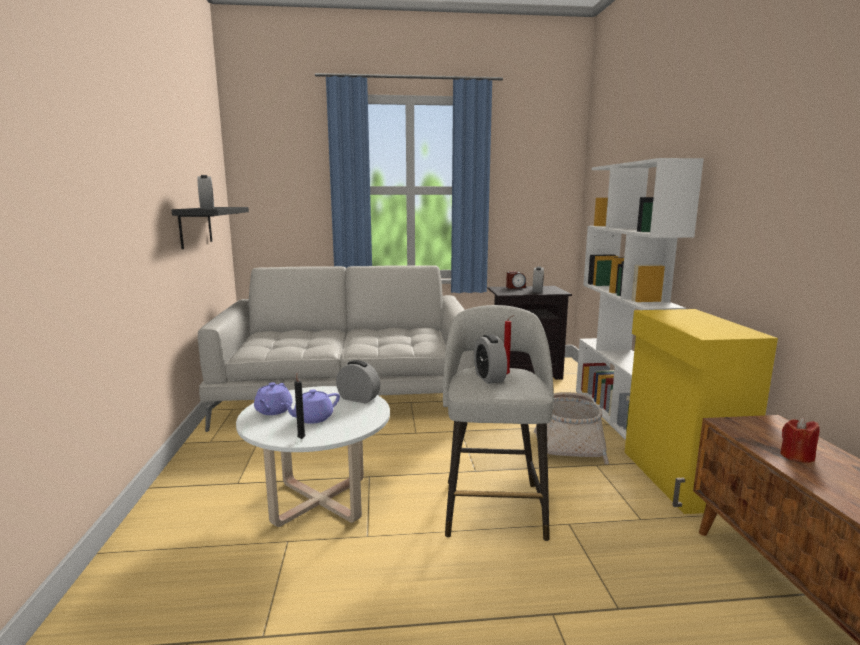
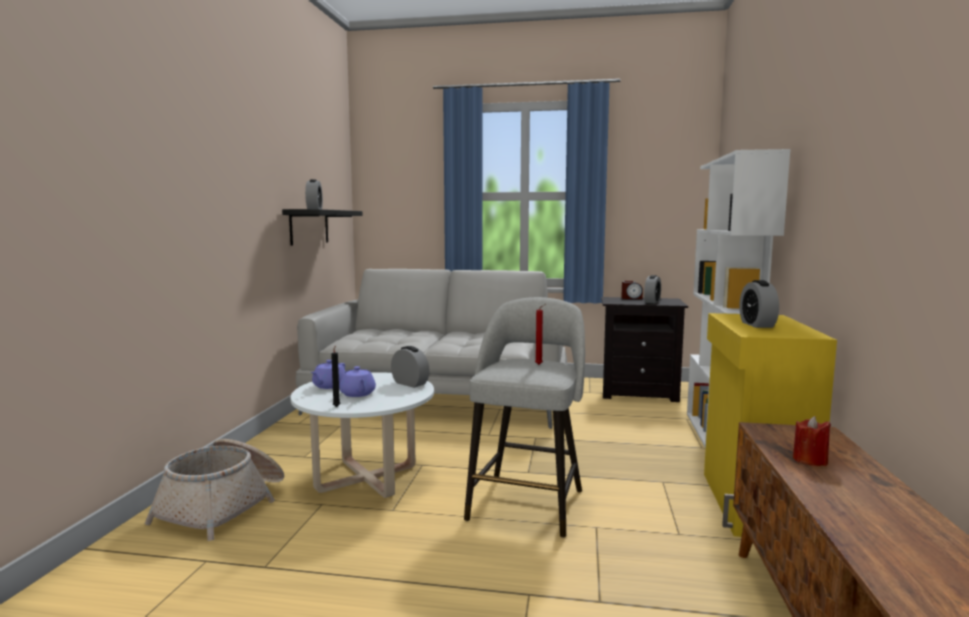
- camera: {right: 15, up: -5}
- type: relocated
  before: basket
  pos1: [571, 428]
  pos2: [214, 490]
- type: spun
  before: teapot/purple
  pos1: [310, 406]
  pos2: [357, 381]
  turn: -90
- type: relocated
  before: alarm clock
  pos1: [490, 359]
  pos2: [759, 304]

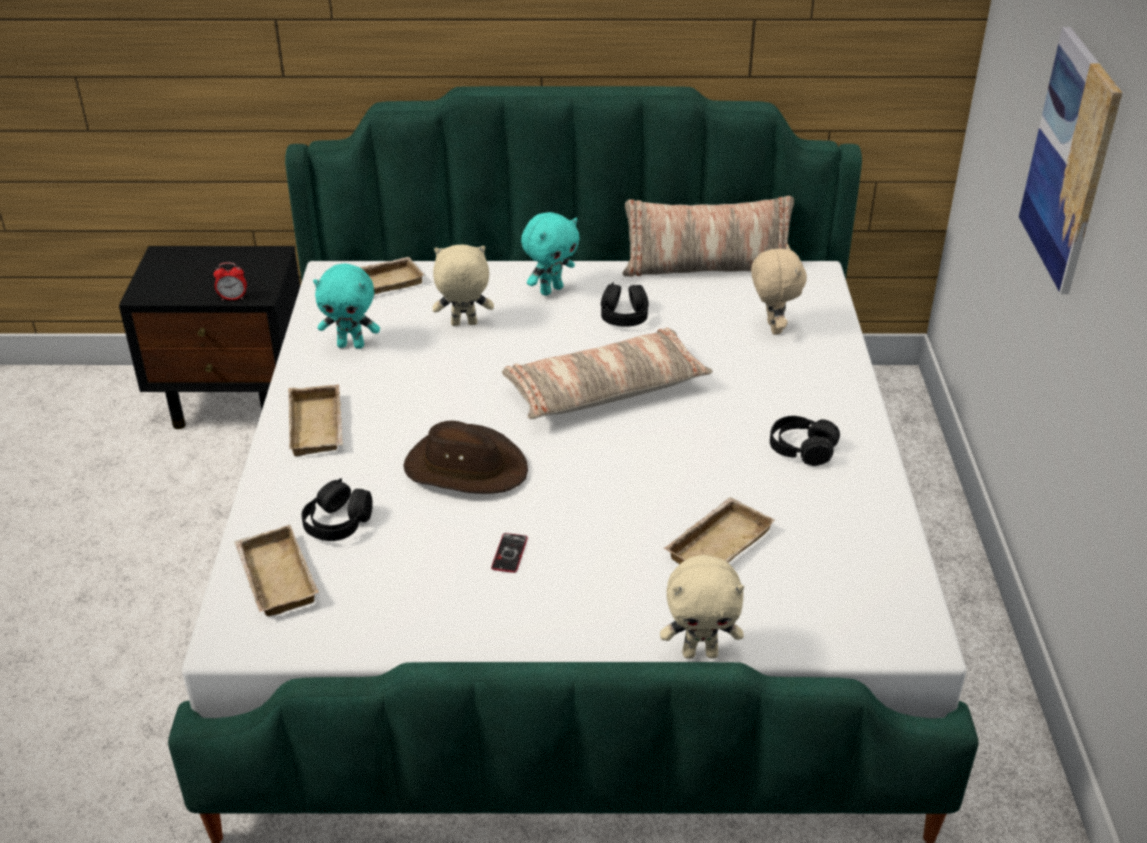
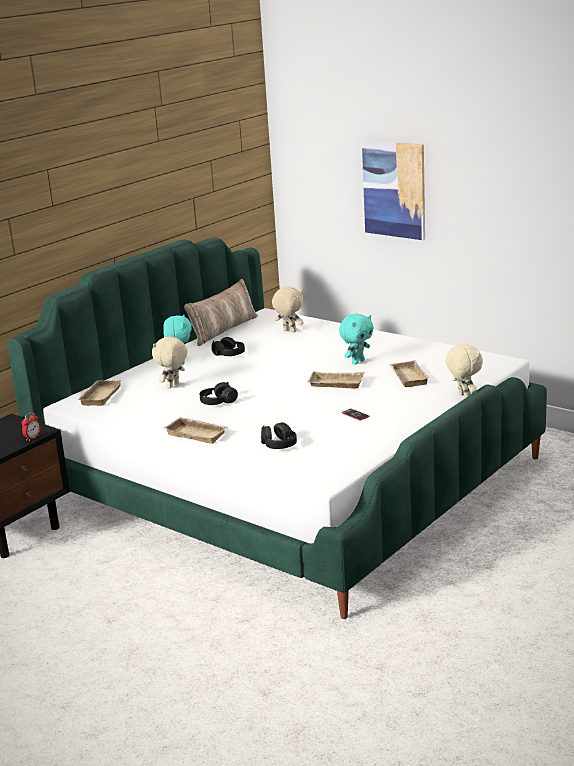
- camera: {right: -50, up: -15}
- type: relocated
  before: headphones/black
  pos1: [805, 441]
  pos2: [218, 393]
- type: relocated
  before: tray/beige
  pos1: [276, 570]
  pos2: [335, 379]
- type: relocated
  before: plush toy/turquoise
  pos1: [346, 306]
  pos2: [356, 339]
- type: spun
  before: plush toy/beige
  pos1: [702, 607]
  pos2: [464, 370]
  turn: -60
- type: missing
  before: hat/brown
  pos1: [466, 457]
- type: missing
  before: pillow
  pos1: [607, 373]

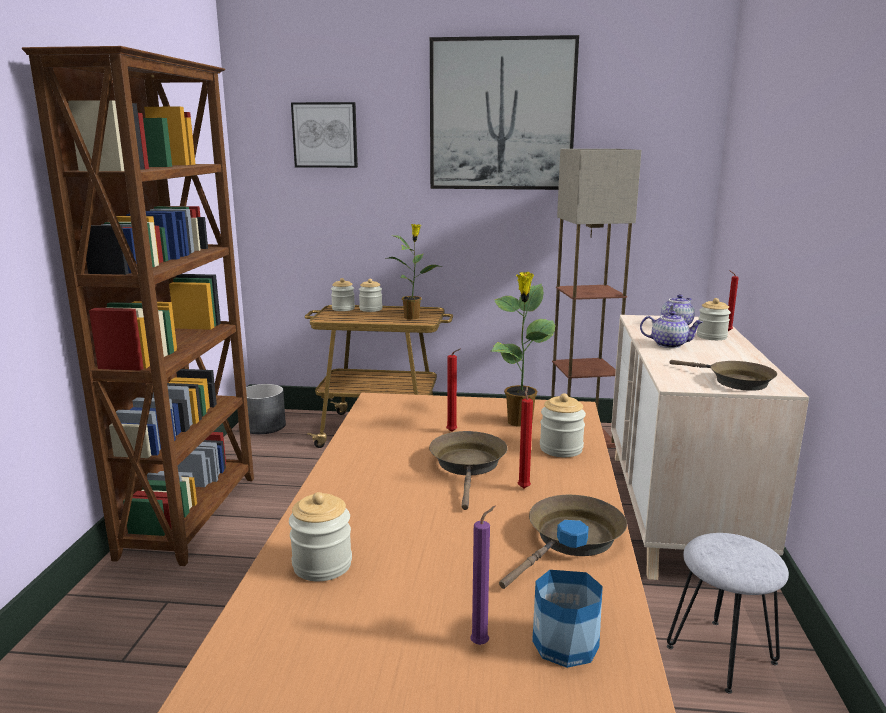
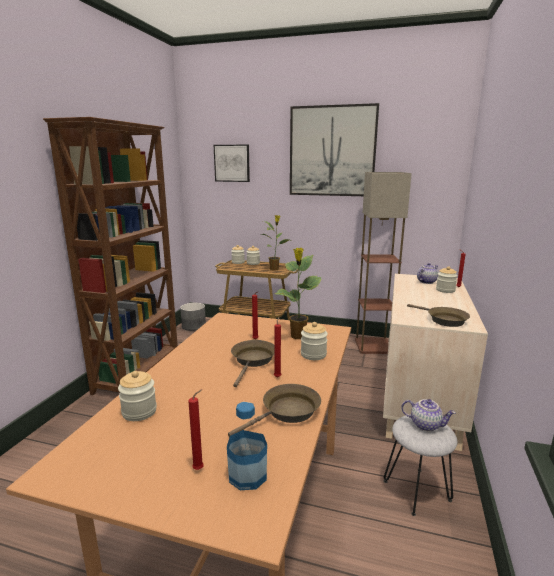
- camera: {right: 10, up: 0}
- type: colour
  before: candle/purple
  after: candle/red
  pos1: [483, 575]
  pos2: [196, 429]
- type: relocated
  before: teapot
  pos1: [671, 329]
  pos2: [428, 415]

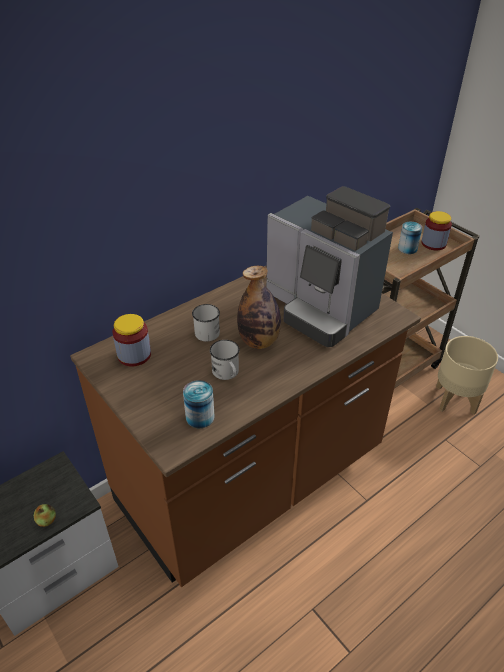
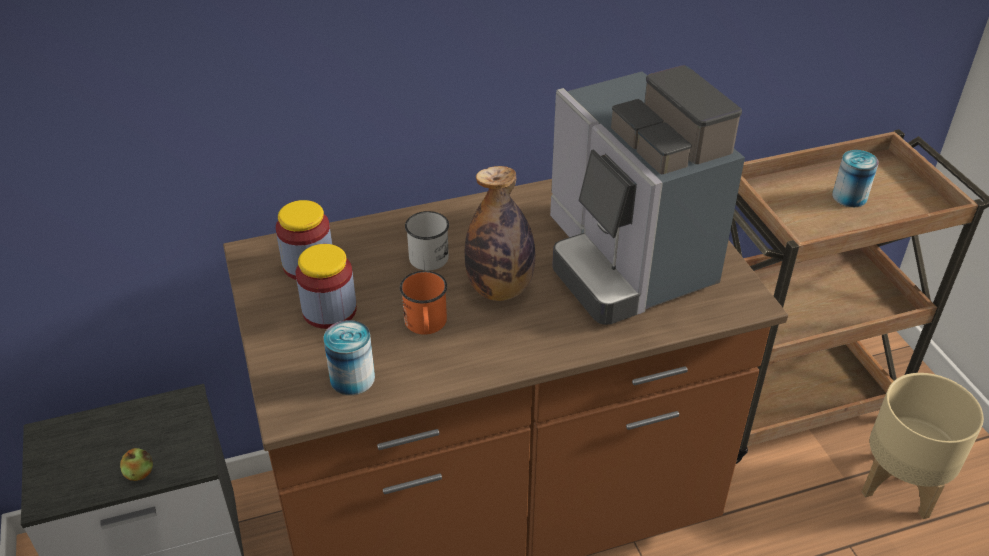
- camera: {right: 20, up: 0}
- type: relocated
  before: jar
  pos1: [436, 230]
  pos2: [326, 286]
- type: colour
  before: mug/white
  after: mug/orange
  pos1: [225, 360]
  pos2: [423, 303]

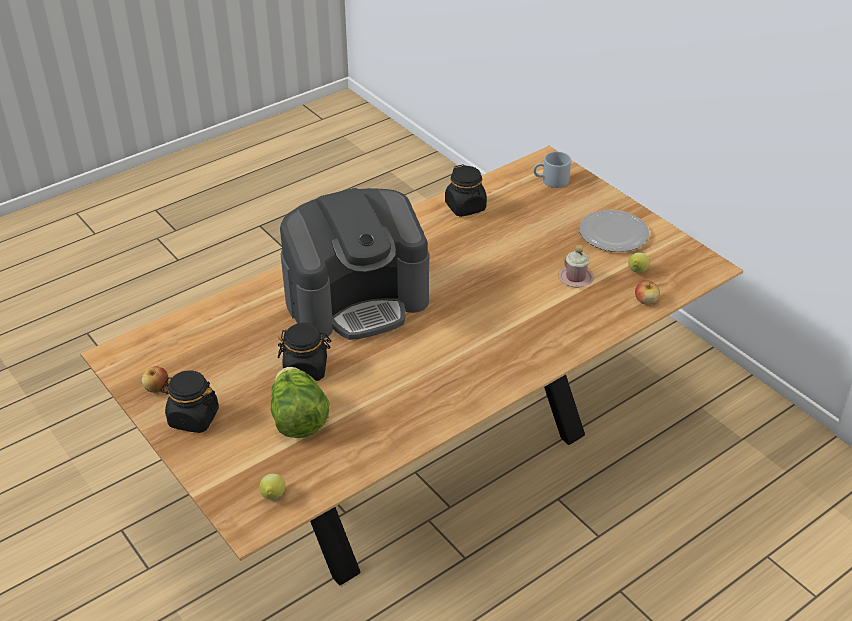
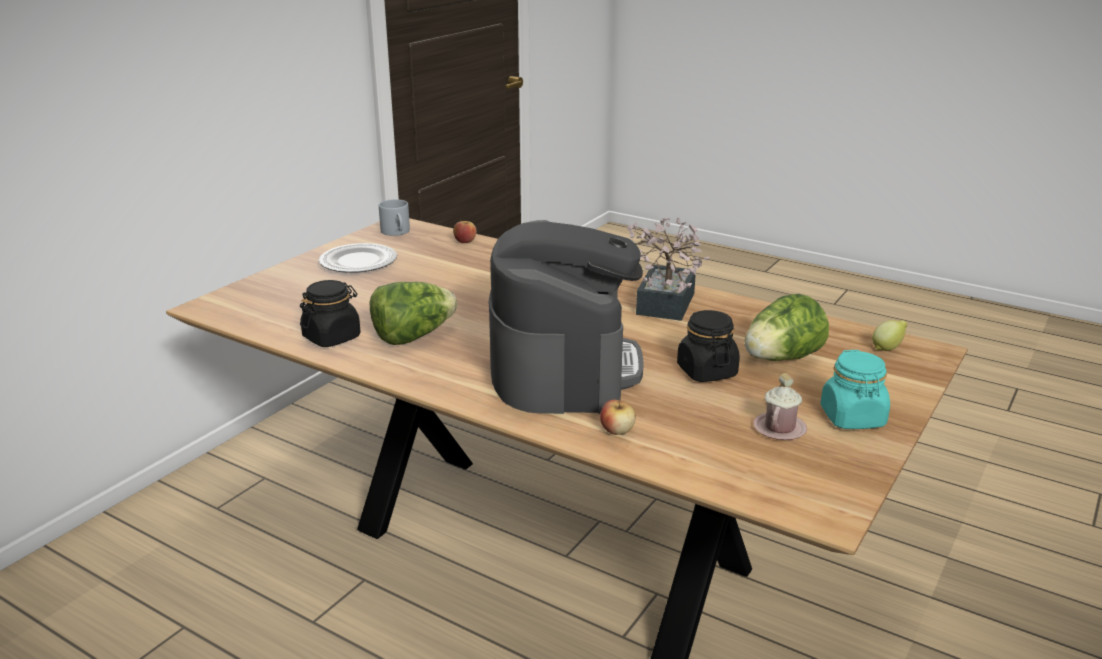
- camera: {right: -110, up: -15}
- type: appeared
  after: lettuce
  pos2: [413, 313]
- type: relocated
  before: mug/grey
  pos1: [552, 170]
  pos2: [394, 217]
- type: spun
  before: coffee machine
  pos1: [354, 264]
  pos2: [566, 317]
  turn: 45
- type: relocated
  before: apple
  pos1: [155, 379]
  pos2: [618, 416]
- type: appeared
  after: potted plant
  pos2: [668, 269]
- type: relocated
  before: mug/pink
  pos1: [576, 266]
  pos2: [780, 406]
- type: colour
  before: jar/black
  after: jar/turquoise
  pos1: [189, 401]
  pos2: [855, 389]
- type: missing
  before: lemon
  pos1: [639, 263]

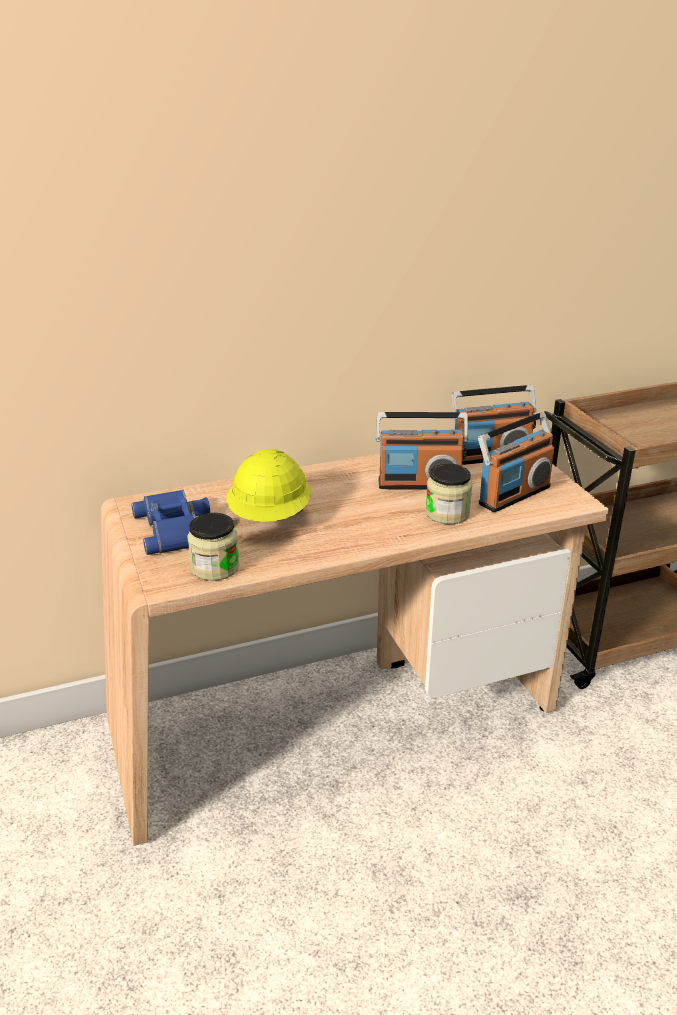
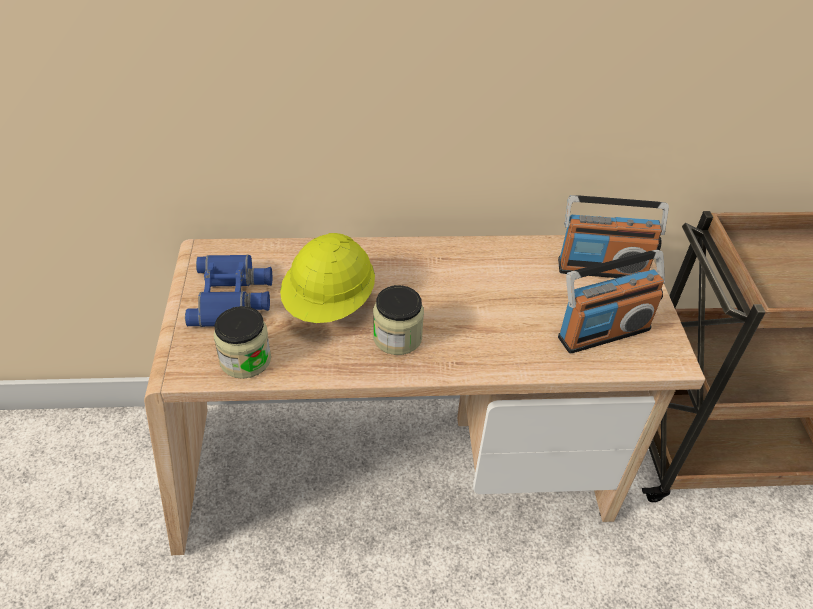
- camera: {right: 15, up: 15}
- type: relocated
  before: jar
  pos1: [448, 494]
  pos2: [398, 320]
- type: missing
  before: radio
  pos1: [422, 451]

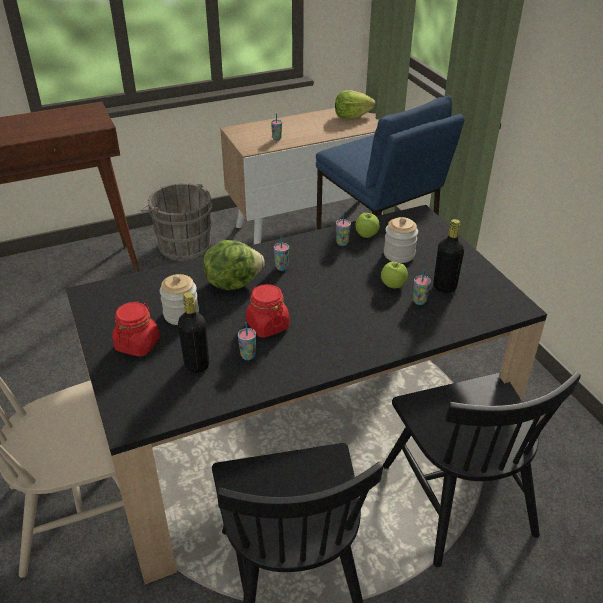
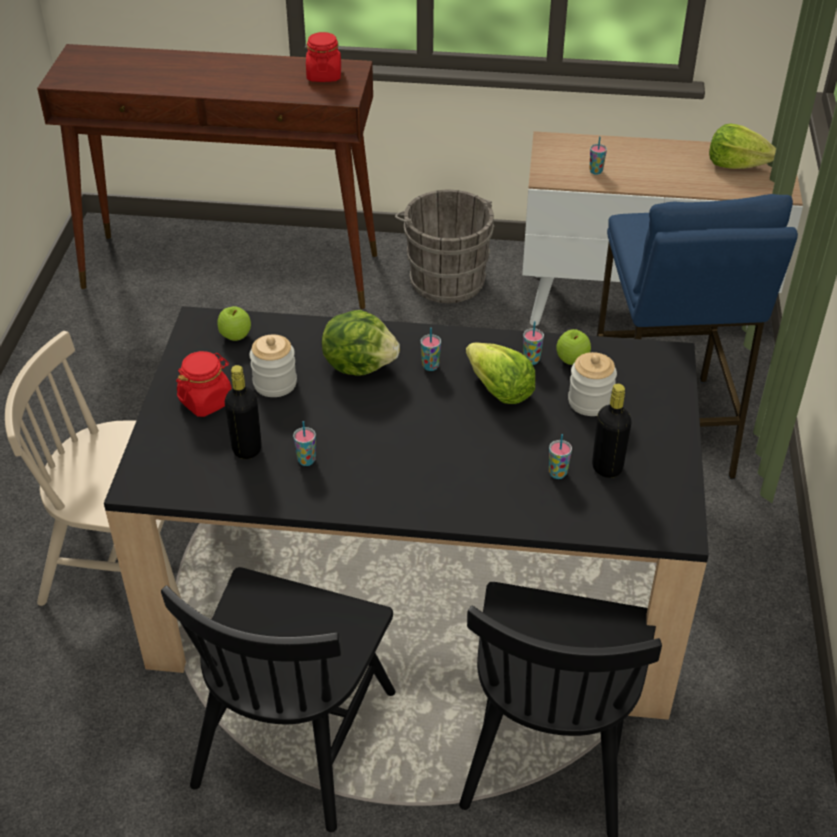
- camera: {right: 30, up: 5}
- type: relocated
  before: apple
  pos1: [394, 275]
  pos2: [234, 323]
- type: relocated
  before: jar/red
  pos1: [267, 311]
  pos2: [323, 57]
- type: appeared
  after: lettuce
  pos2: [500, 373]

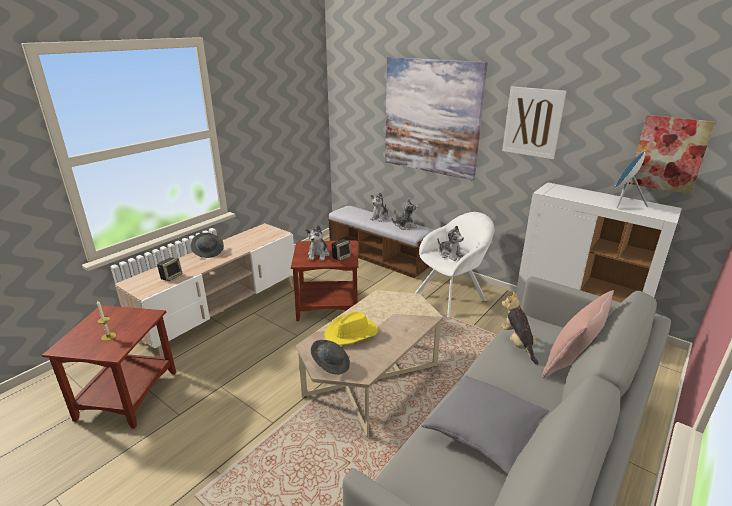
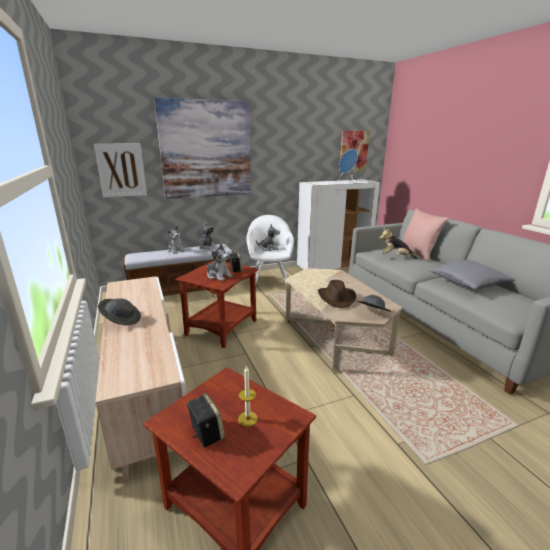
- camera: {right: -60, up: -5}
- type: relocated
  before: picture
  pos1: [534, 122]
  pos2: [120, 170]
- type: relocated
  before: speaker
  pos1: [169, 269]
  pos2: [206, 420]
- type: colour
  before: hat/yellow
  after: hat/brown
  pos1: [351, 328]
  pos2: [337, 294]

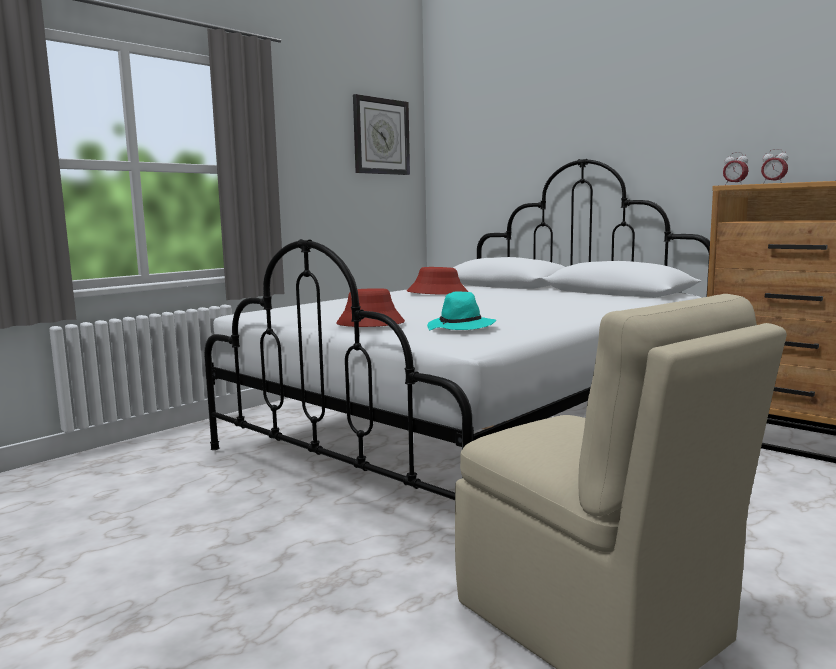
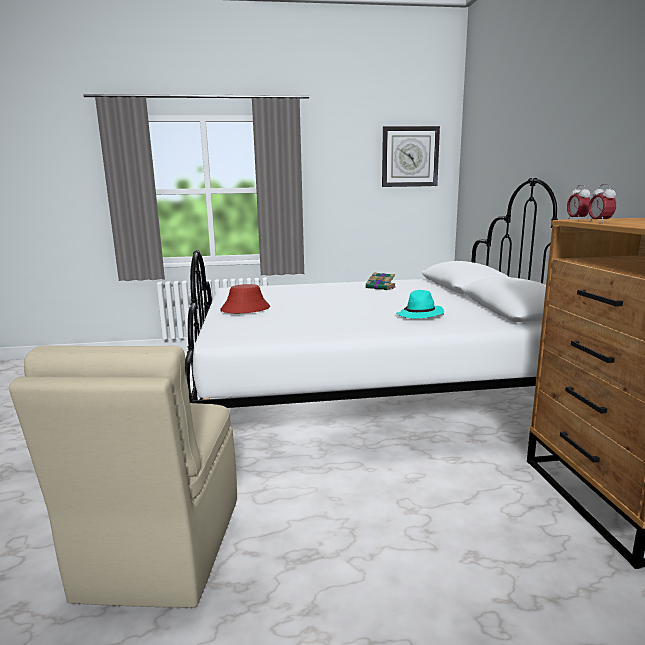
- camera: {right: 40, up: 5}
- type: exchanged
  before: hat/red
  after: book
  pos1: [437, 281]
  pos2: [381, 281]
- type: relocated
  before: hat/turquoise
  pos1: [461, 311]
  pos2: [420, 304]

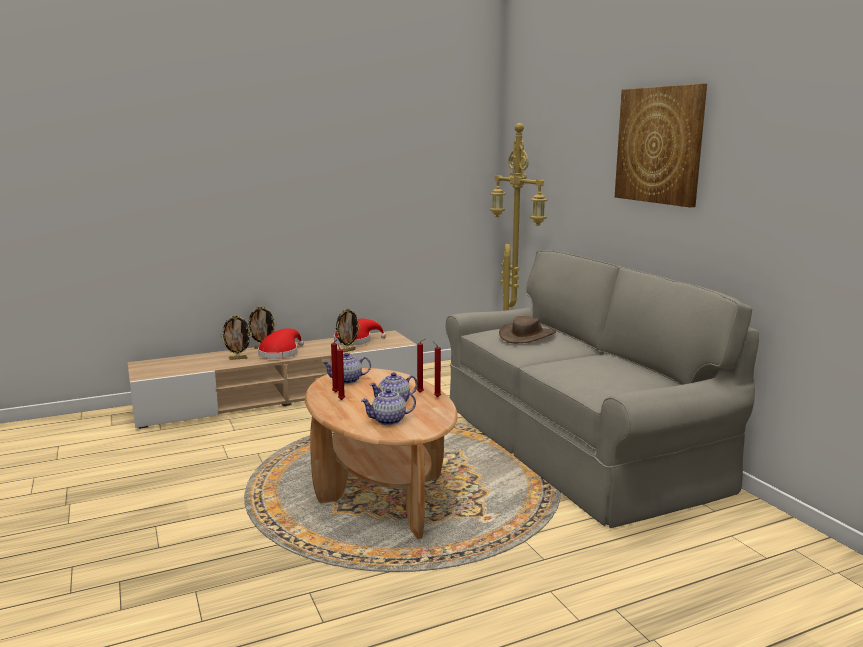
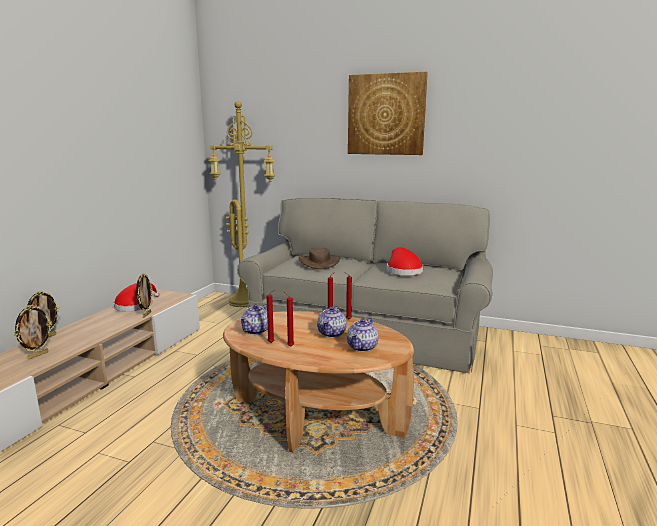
- camera: {right: -45, up: 0}
- type: relocated
  before: hat/red
  pos1: [281, 343]
  pos2: [405, 261]

